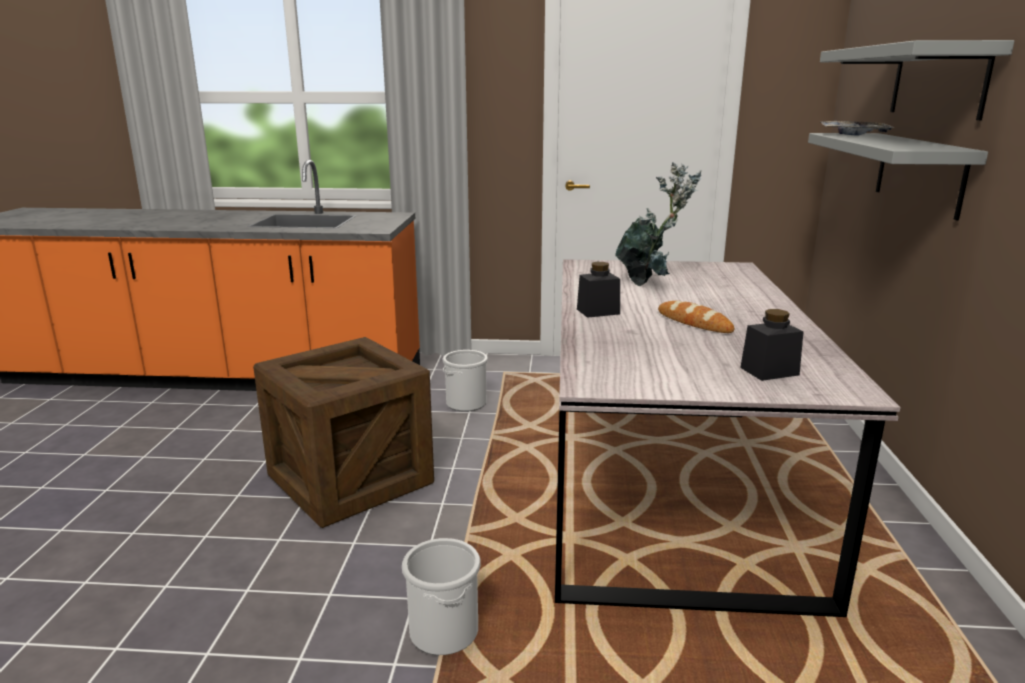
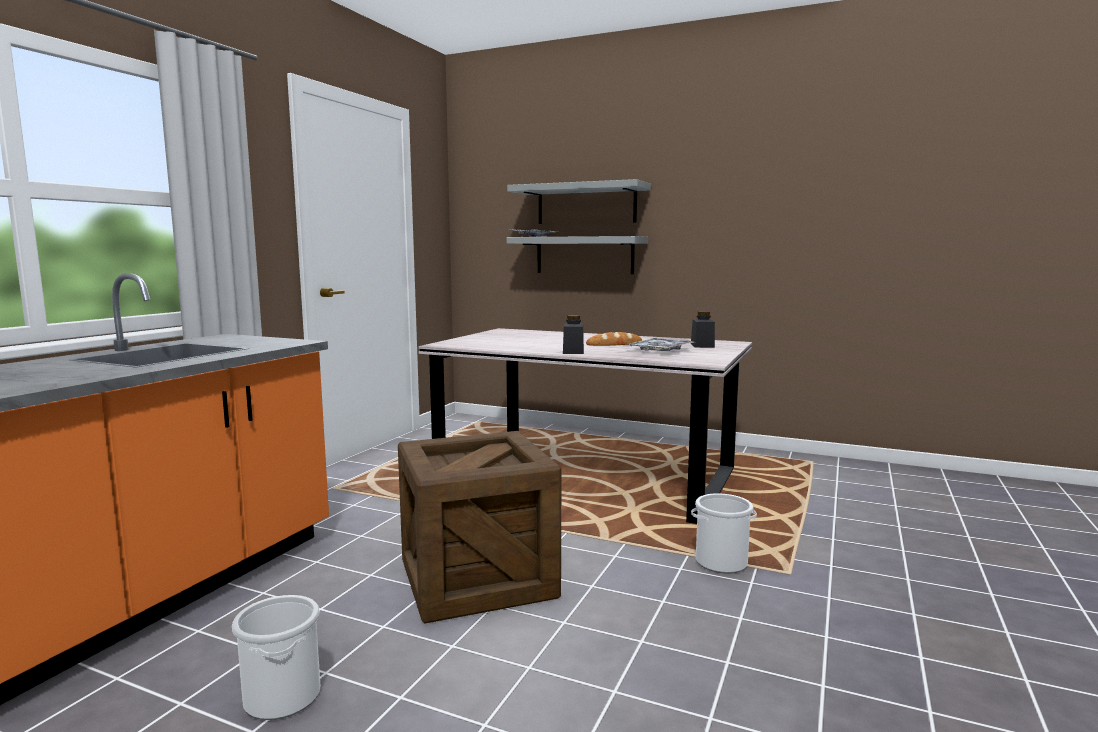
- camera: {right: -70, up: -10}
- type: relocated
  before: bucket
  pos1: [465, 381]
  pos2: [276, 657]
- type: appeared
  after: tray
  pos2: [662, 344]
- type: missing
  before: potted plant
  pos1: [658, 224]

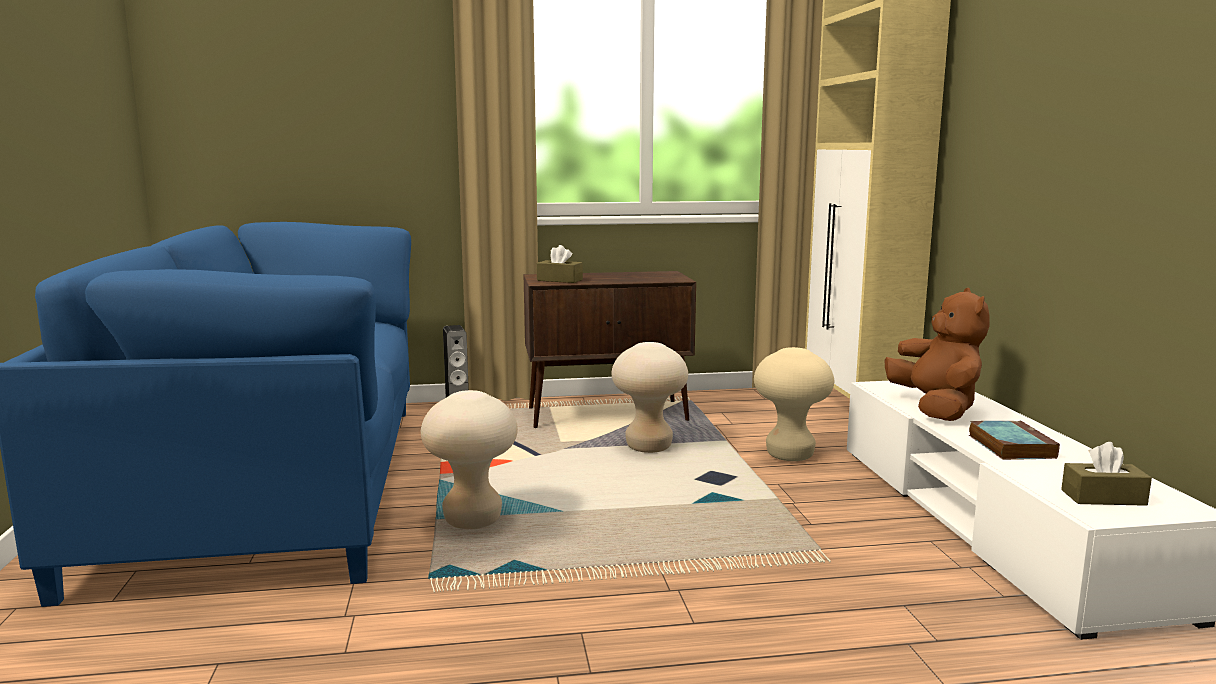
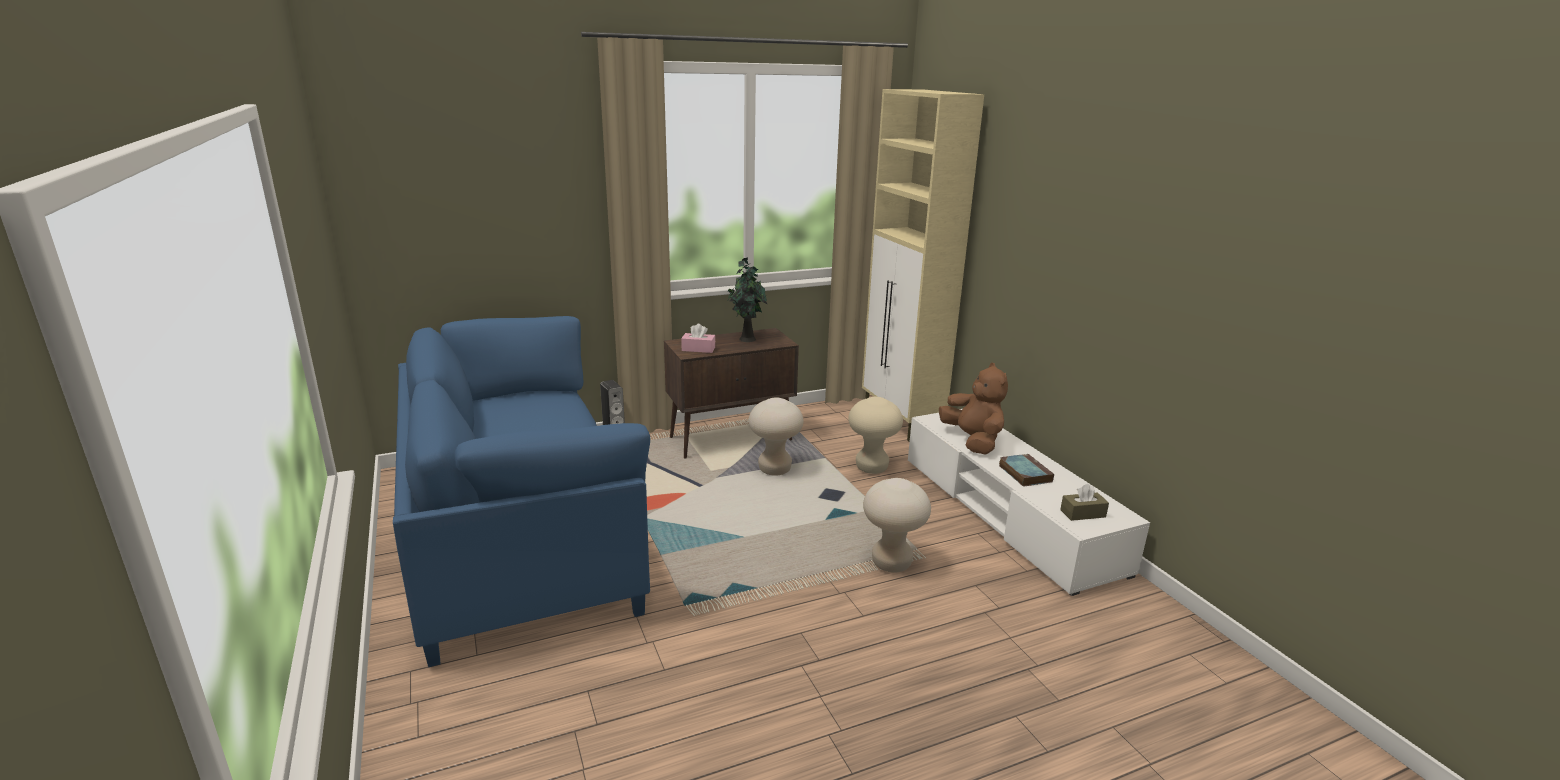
- camera: {right: -15, up: 10}
- type: colour
  before: tissue box/brown
  after: tissue box/pink
  pos1: [560, 264]
  pos2: [698, 338]
- type: appeared
  after: potted plant
  pos2: [747, 299]
- type: relocated
  before: stool/beige
  pos1: [469, 459]
  pos2: [897, 525]

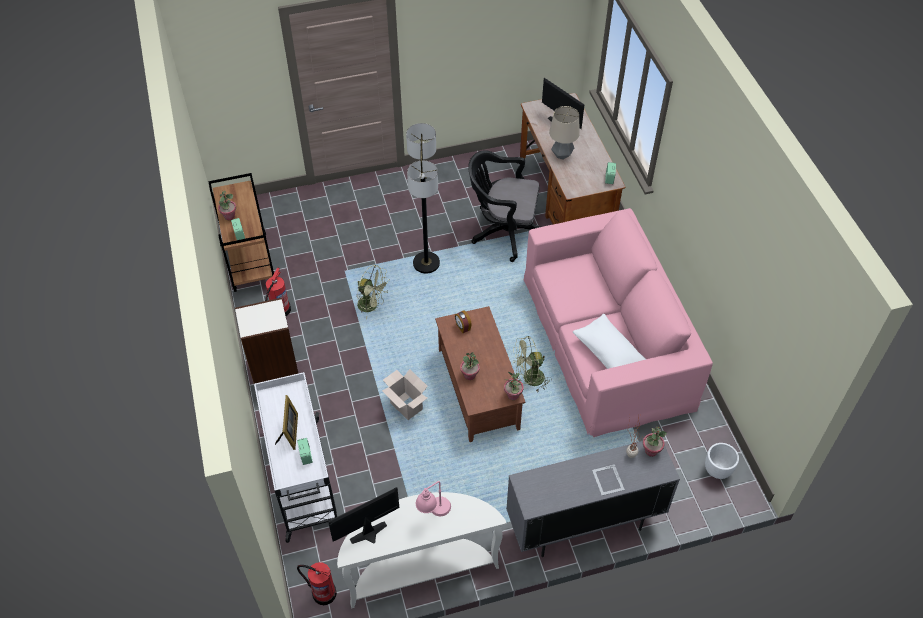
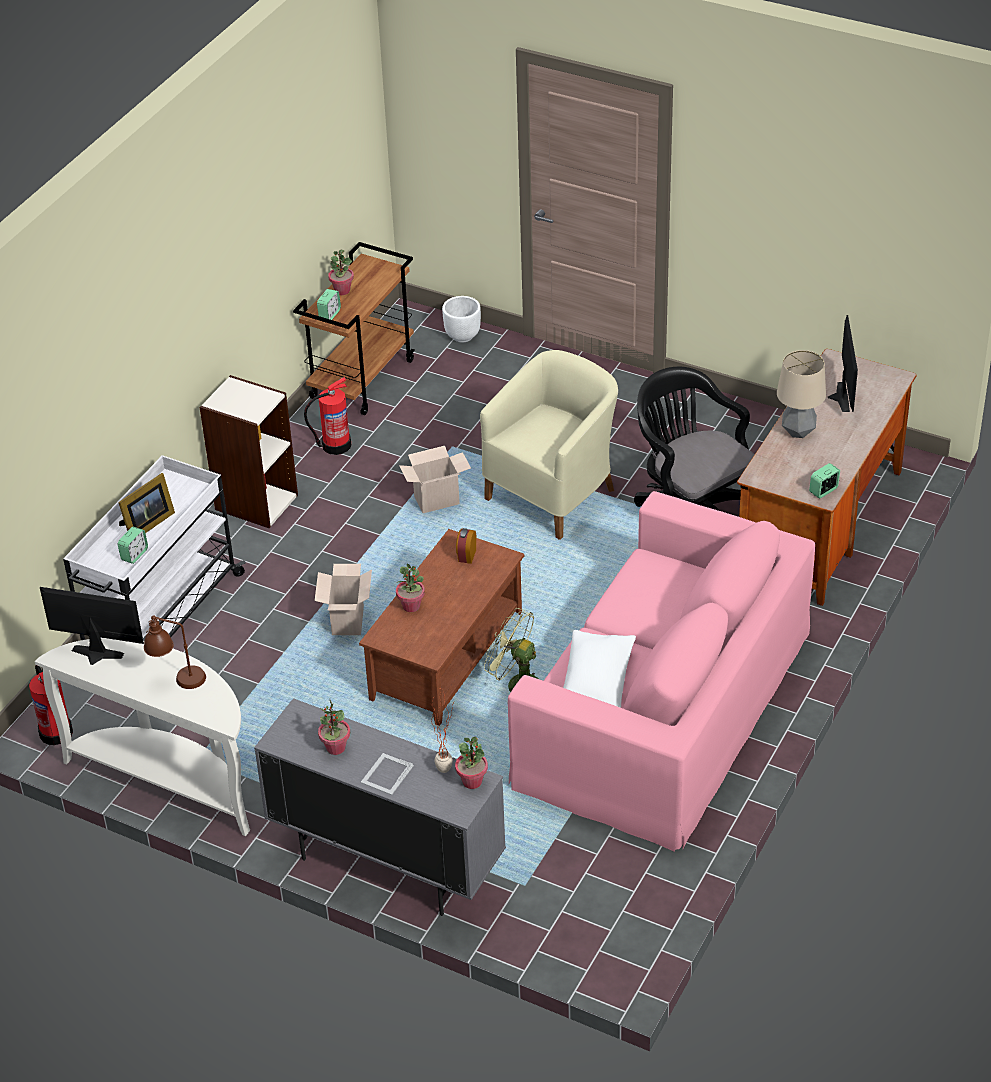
- camera: {right: 45, up: -10}
- type: colour
  before: table lamp/pink
  after: table lamp/brown
  pos1: [433, 498]
  pos2: [175, 652]
- type: relocated
  before: potted plant
  pos1: [514, 386]
  pos2: [334, 727]
- type: exchanged
  before: fan/green
  after: cardboard box
  pos1: [373, 292]
  pos2: [435, 479]
- type: relocated
  before: planter/white
  pos1: [722, 461]
  pos2: [461, 319]
- type: exchanged
  before: floor lamp
  after: armchair/beige
  pos1: [423, 198]
  pos2: [549, 445]

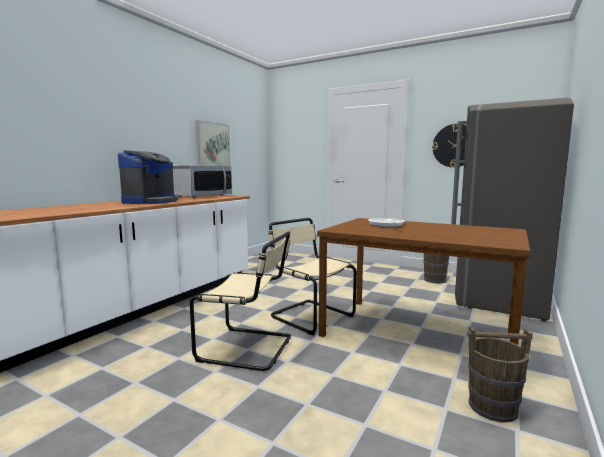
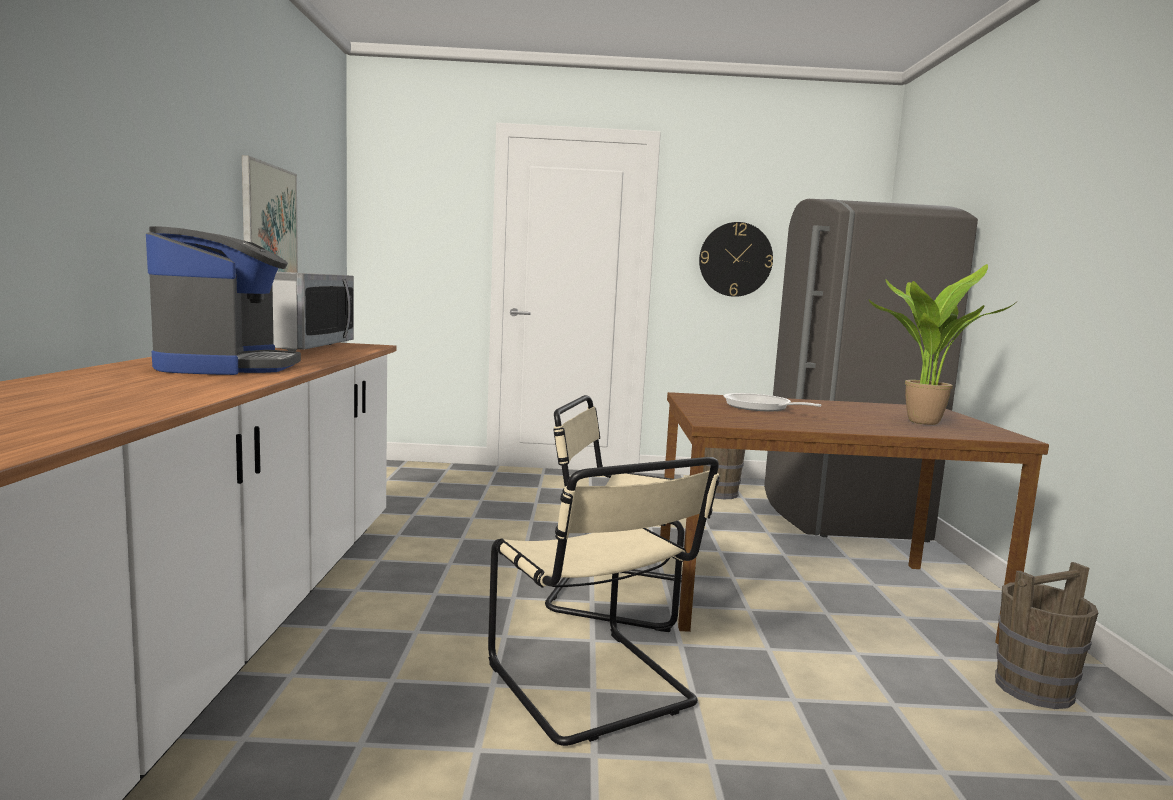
- camera: {right: -30, up: 0}
- type: spun
  before: chair/beige
  pos1: [240, 301]
  pos2: [604, 601]
  turn: 75
- type: appeared
  after: potted plant
  pos2: [942, 344]

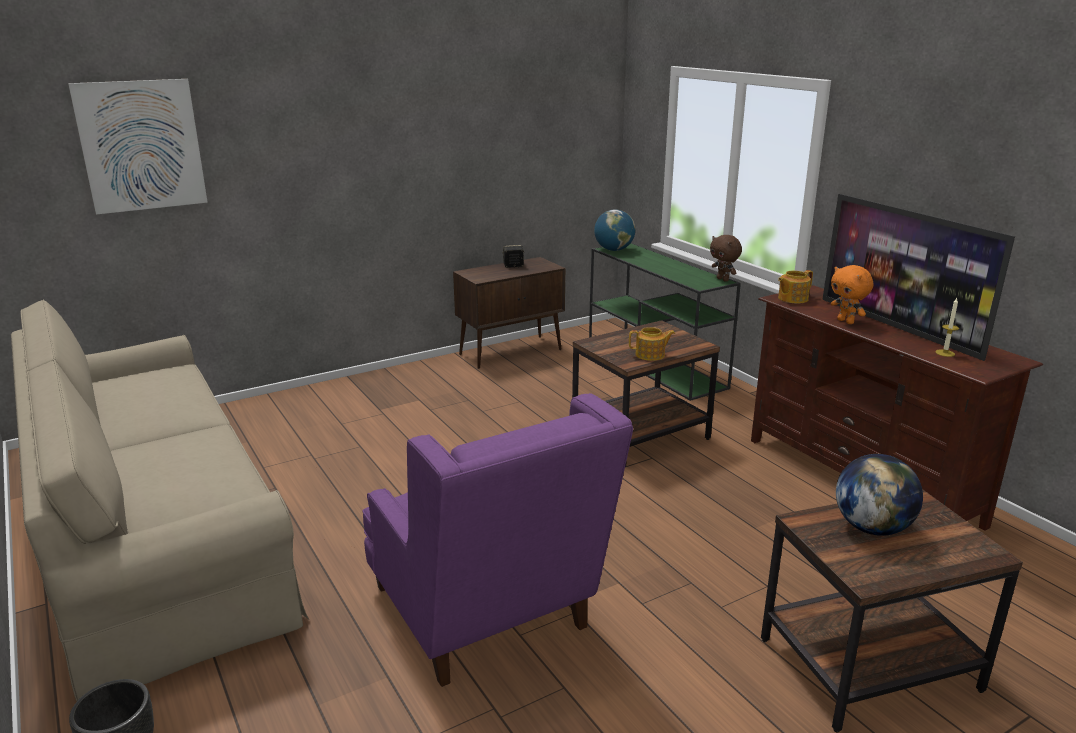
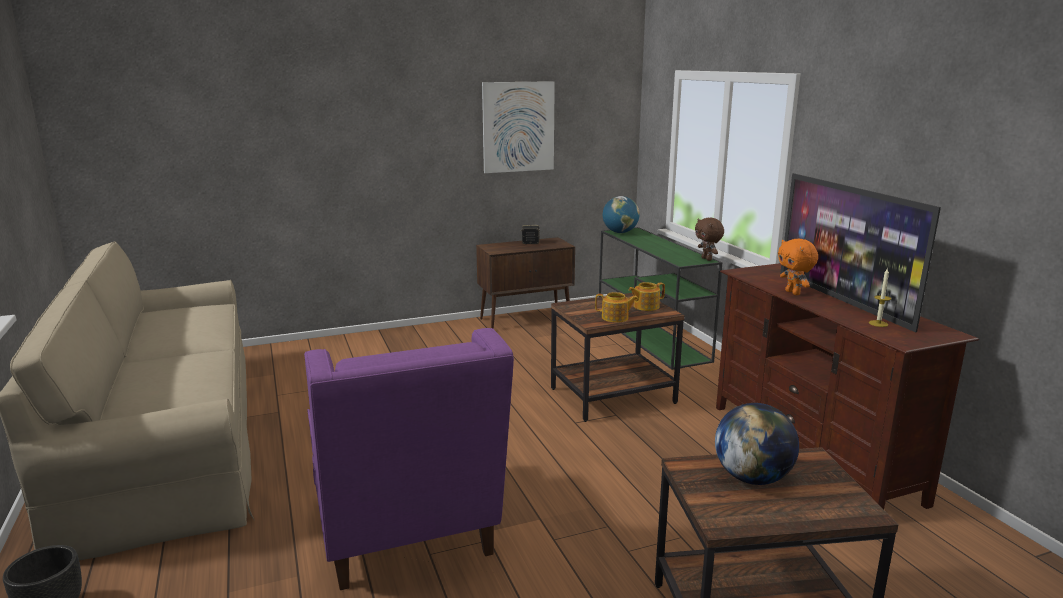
- camera: {right: 10, up: -5}
- type: relocated
  before: picture
  pos1: [138, 147]
  pos2: [518, 127]
- type: relocated
  before: teapot
  pos1: [795, 287]
  pos2: [647, 296]

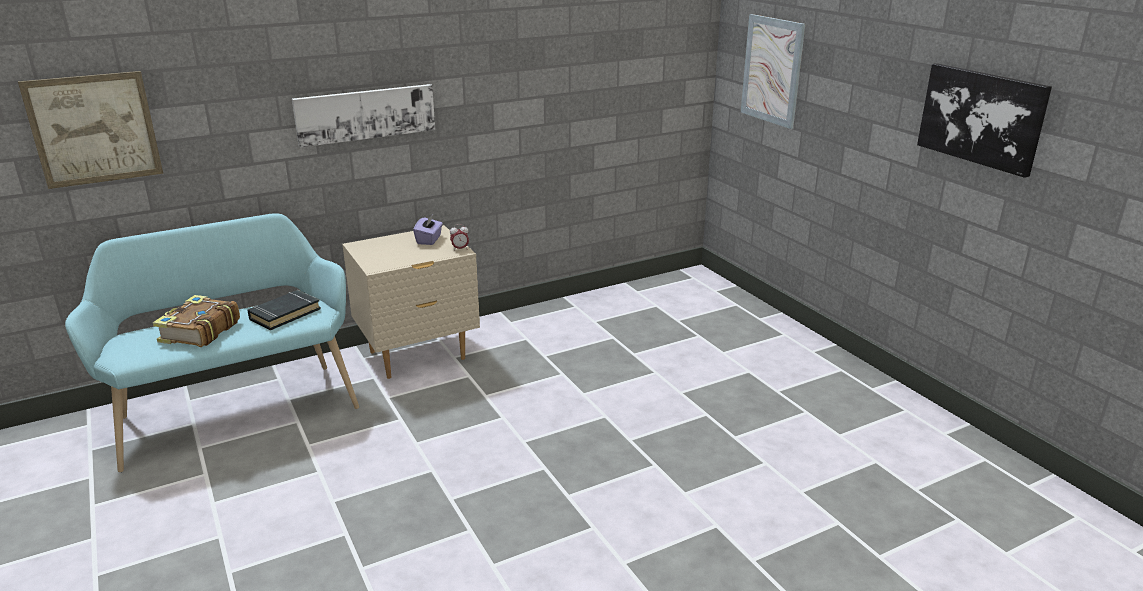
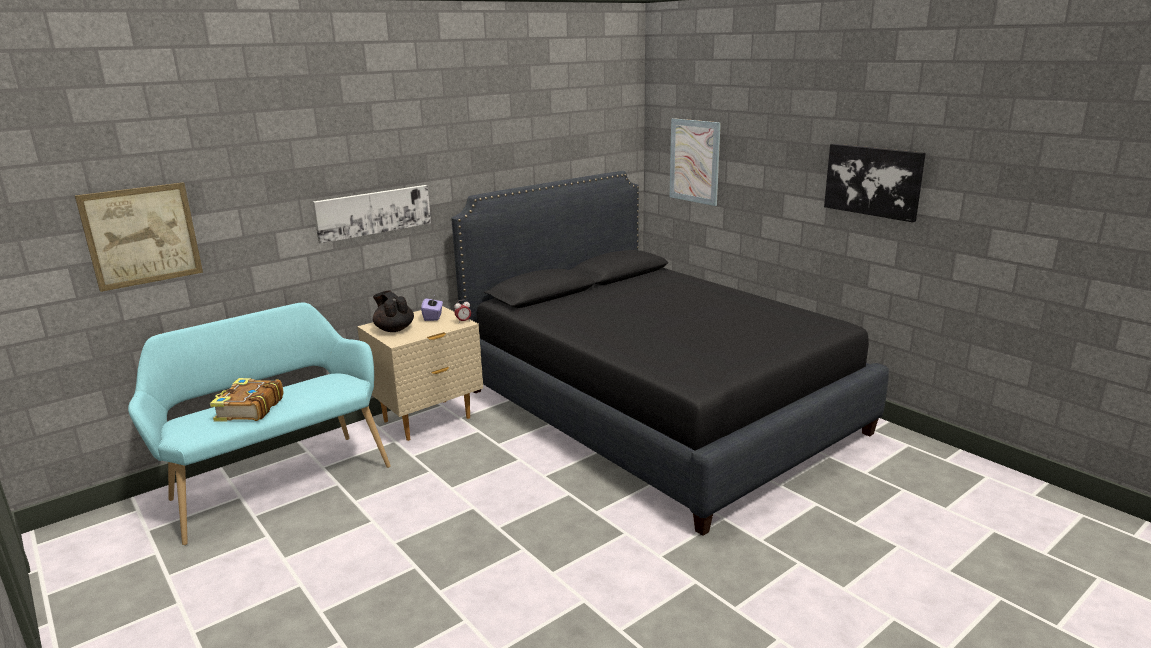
- camera: {right: -10, up: -5}
- type: appeared
  after: teapot/black
  pos2: [393, 311]
- type: appeared
  after: bed/black
  pos2: [670, 353]
- type: missing
  before: book/black
  pos1: [284, 310]

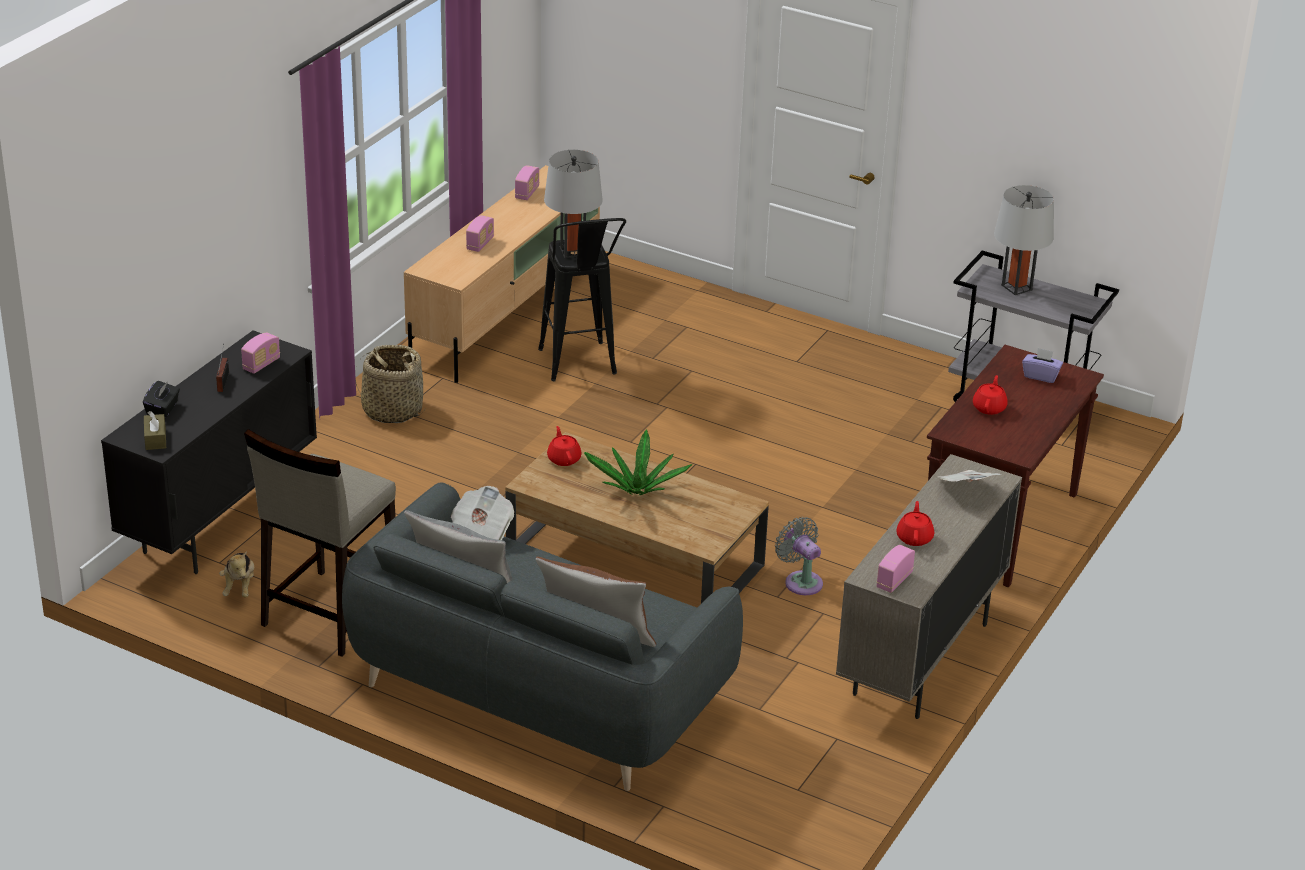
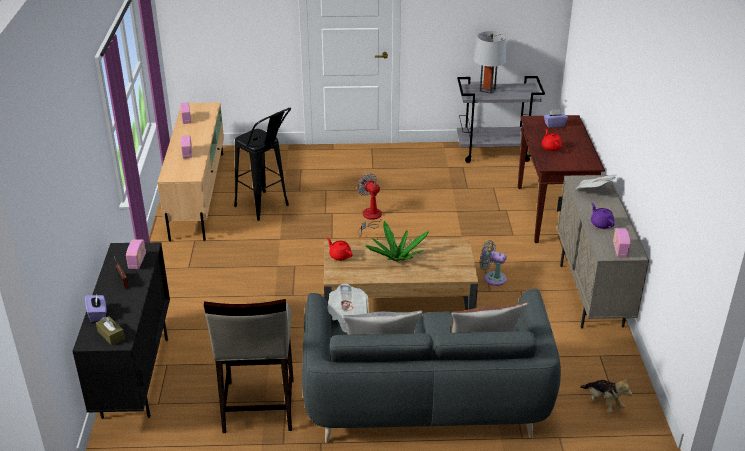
- camera: {right: -30, up: 0}
- type: colour
  before: tissue box/black
  after: tissue box/purple
  pos1: [161, 399]
  pos2: [95, 308]
- type: appeared
  after: fan
  pos2: [369, 204]
- type: relocated
  before: plush toy
  pos1: [236, 574]
  pos2: [606, 395]
- type: colour
  before: teapot/red
  after: teapot/purple
  pos1: [915, 523]
  pos2: [602, 216]
- type: missing
  before: basket
  pos1: [390, 384]
- type: missing
  before: table lamp/grey
  pos1: [573, 204]

